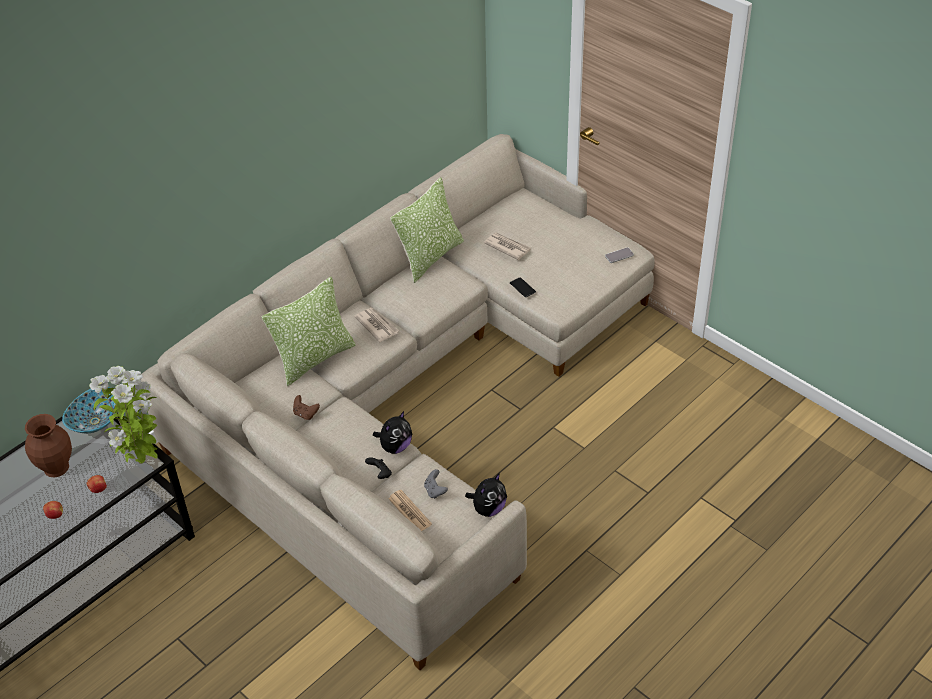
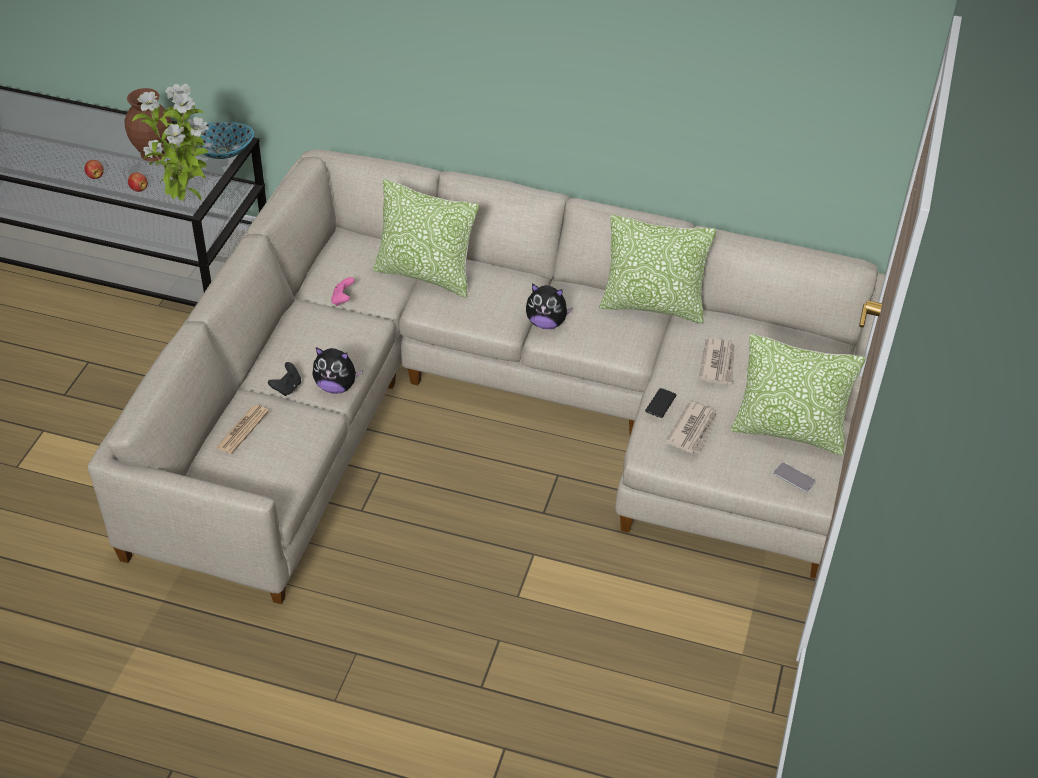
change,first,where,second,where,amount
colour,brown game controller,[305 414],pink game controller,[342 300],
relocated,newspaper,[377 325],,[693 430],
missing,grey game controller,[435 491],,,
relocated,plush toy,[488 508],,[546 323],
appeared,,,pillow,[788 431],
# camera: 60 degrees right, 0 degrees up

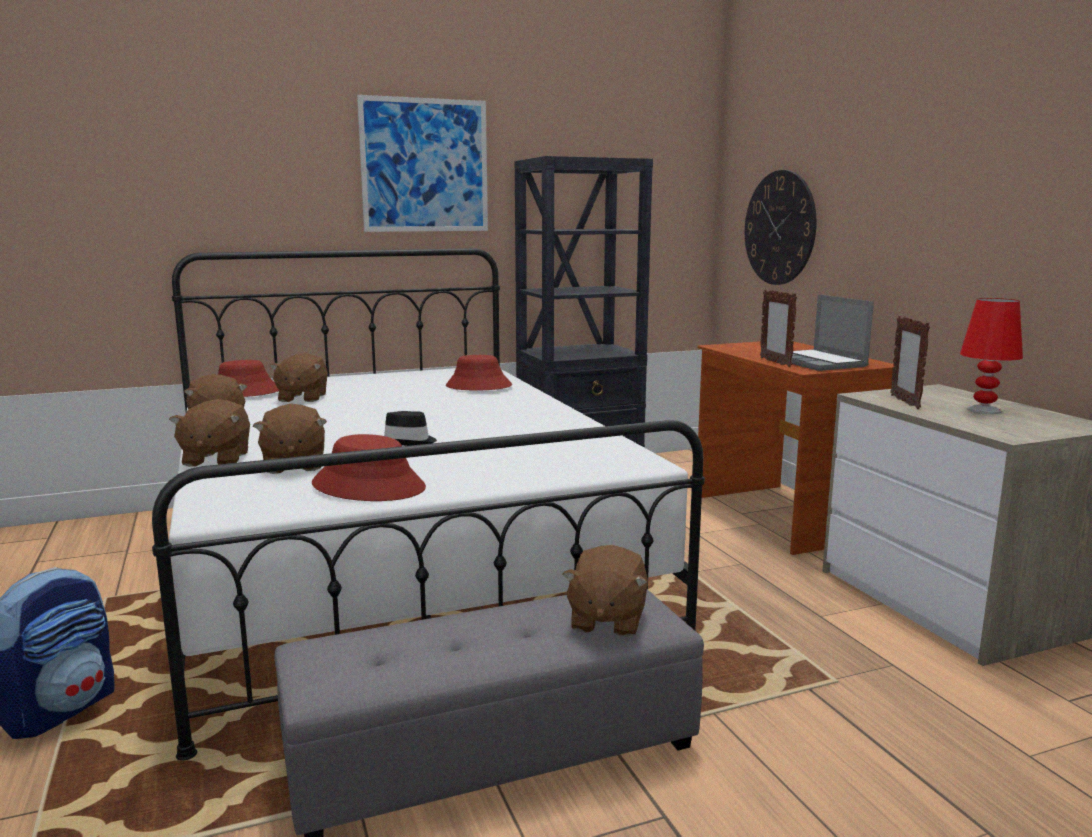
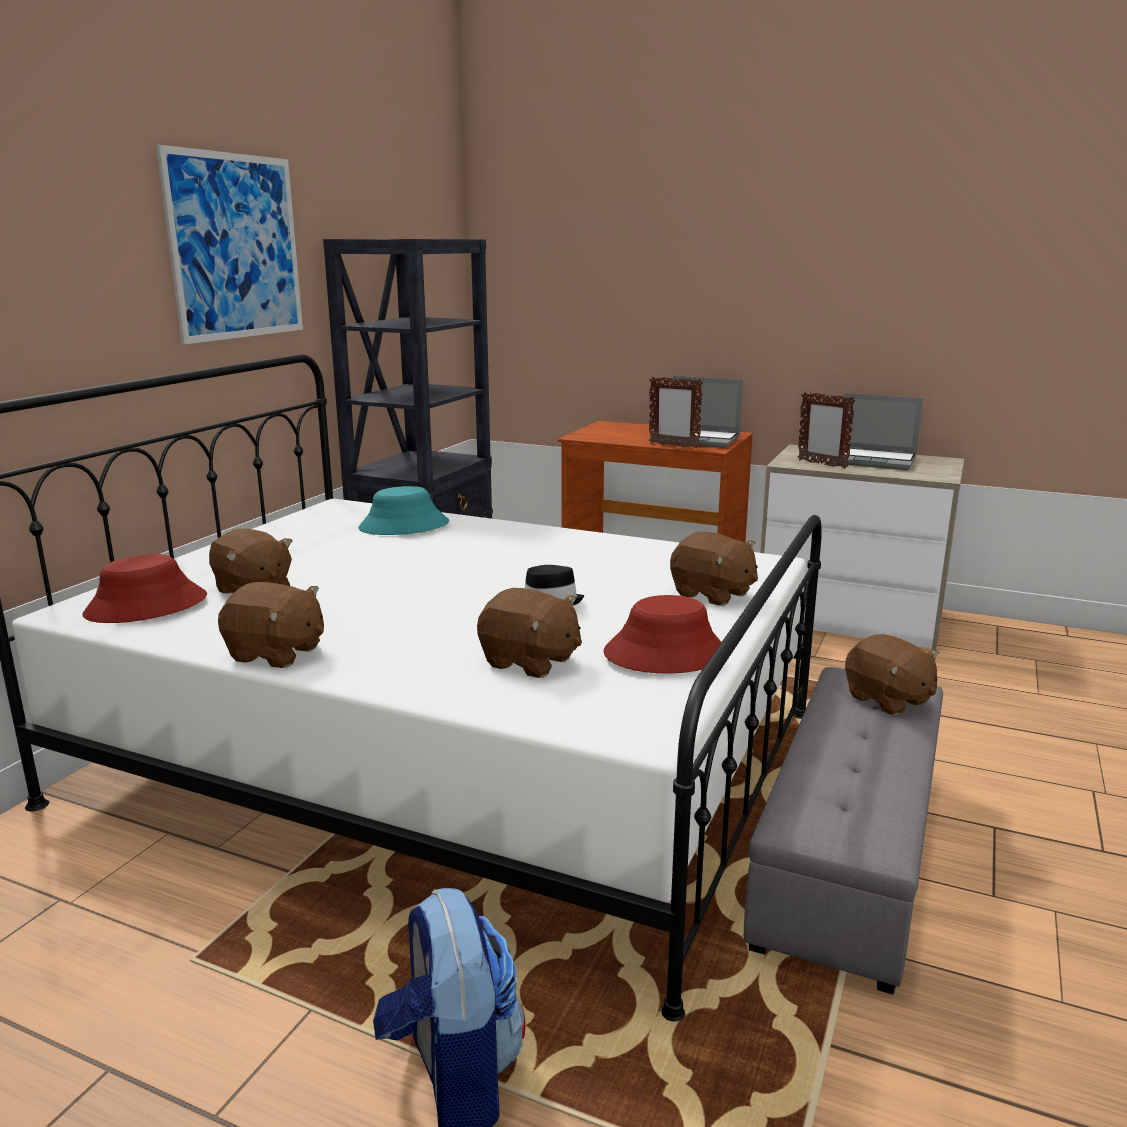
change,first,where,second,where,amount
relocated,brown plush toy,[215 459],,[712 594],
colour,red hat,[478 386],turquoise hat,[404 526],
missing,wall clock,[779 228],,,
exchanged,red table lamp,[984 410],laptop,[874 461],
# camera: 45 degrees left, 5 degrees up

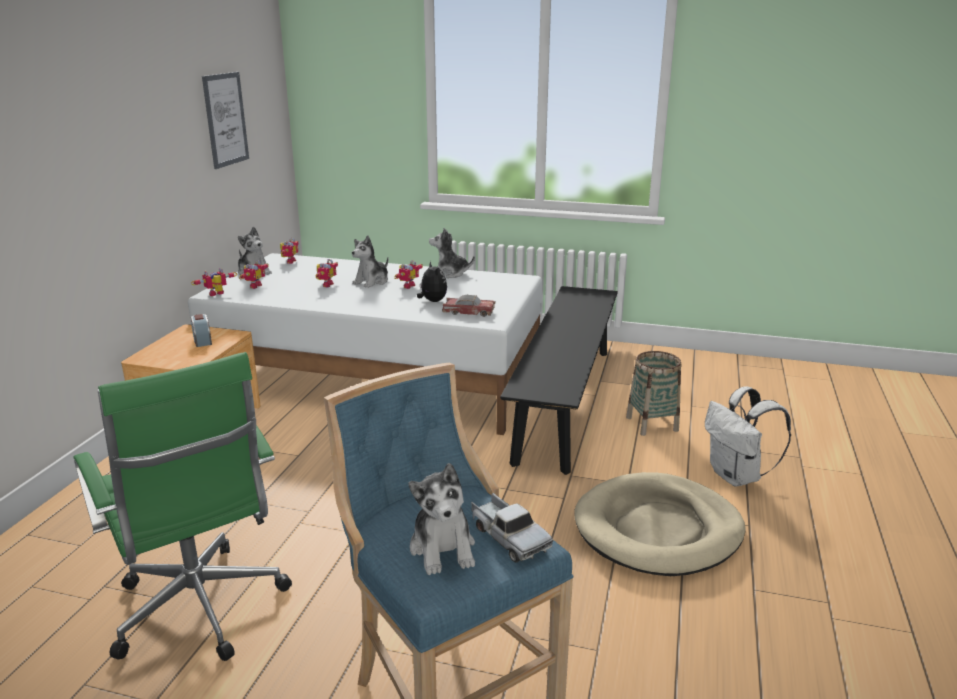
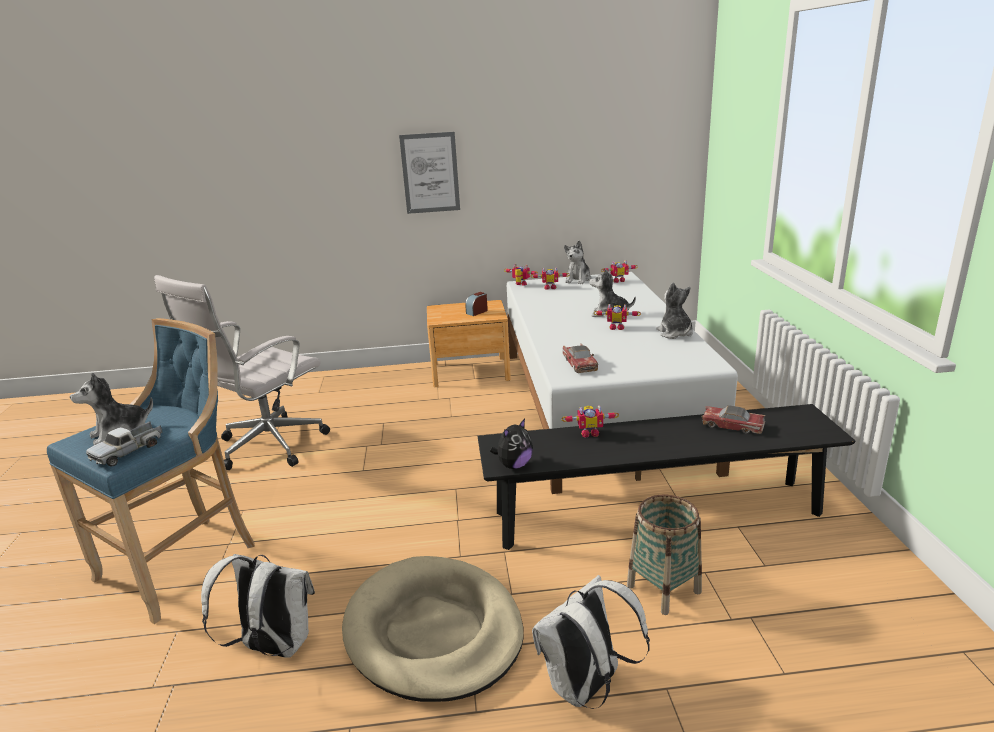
change,first,where,second,where,amount
colour,green office chair,[201 611],white office chair,[267 447],
relocated,picture,[225 119],,[430 173],
relocated,toy robot,[325 285],,[589 433],
relocated,plush toy,[432 301],,[514 465],
appeared,,,white backpack,[273 647],
appeared,,,toy car,[732 426],
# camera: 70 degrees right, 0 degrees up

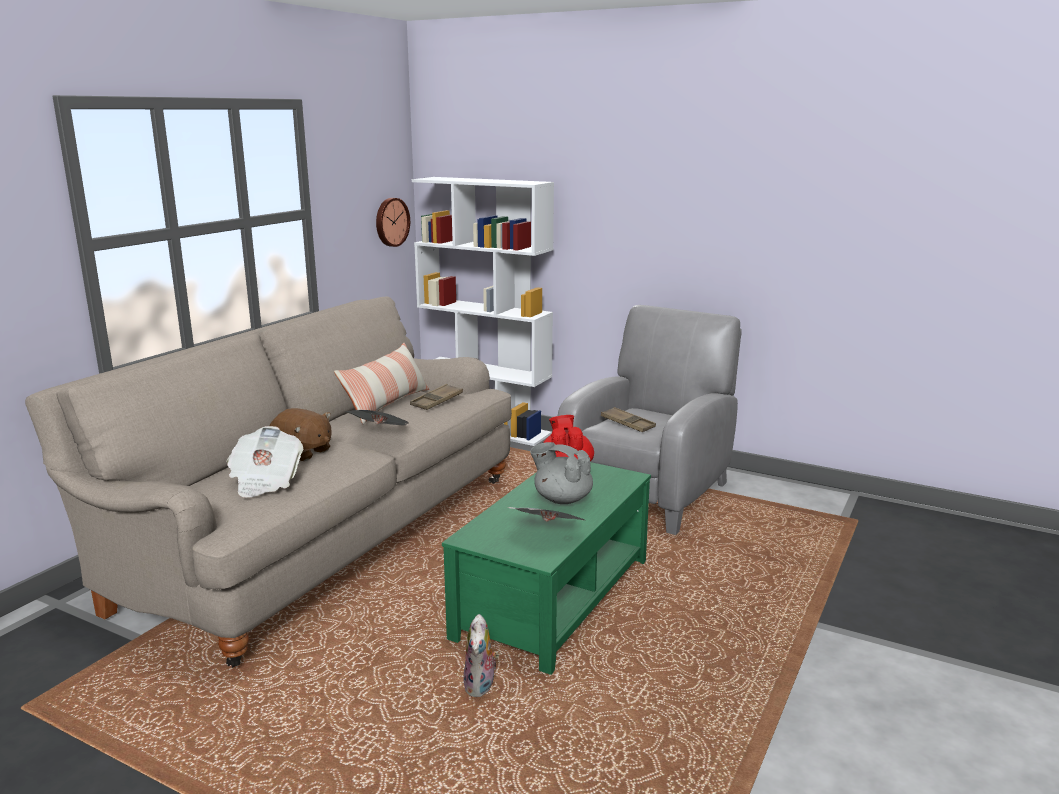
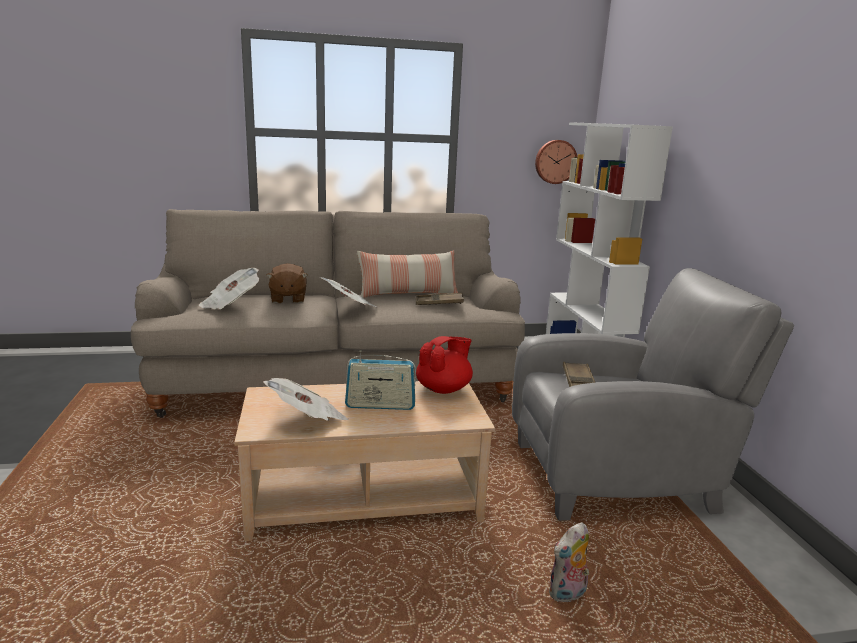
change,first,where,second,where,amount
colour,green coffee table,[552 597],beige coffee table,[364 496],
relocated,plush toy,[481 687],,[567 595],
exchanged,grey teapot,[562 499],radio,[380 405],
# camera: 50 degrees right, 0 degrees up

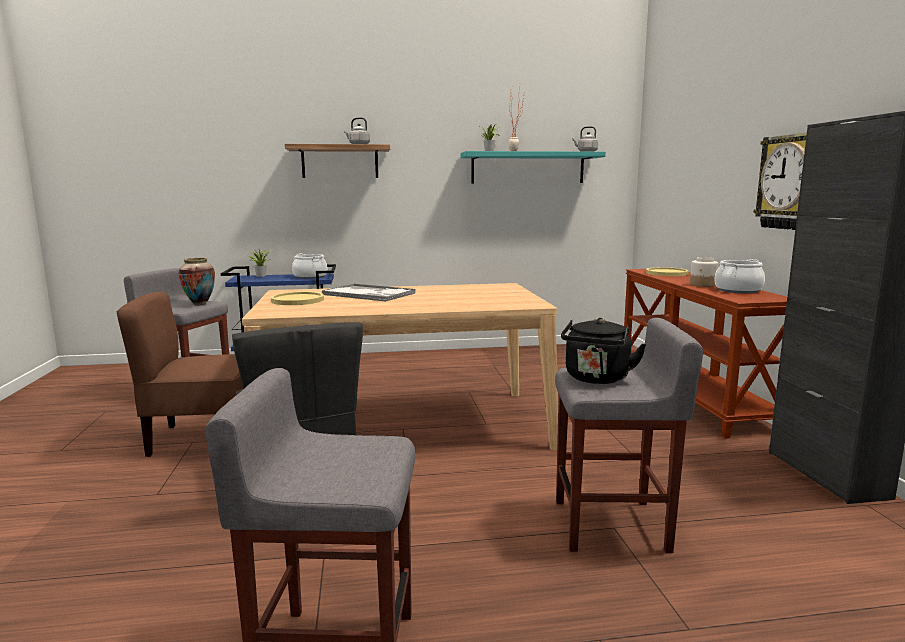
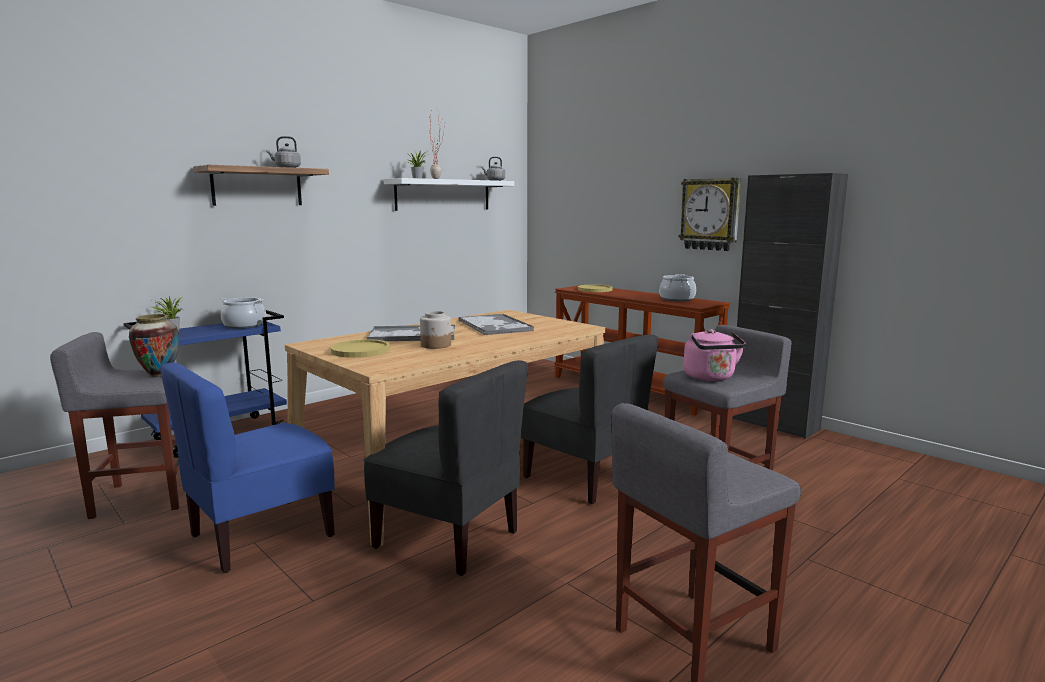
change,first,where,second,where,amount
colour,brown chair,[202 439],blue chair,[261 535],
colour,turquoise shelf,[528 168],white shelf,[443 195],
colour,black kettle,[596 379],pink kettle,[711 378],
relocated,jar,[703 285],,[436 345],
appeared,,,tray,[495 326],
appeared,,,grey chair,[584 478],
# camera: 35 degrees left, 0 degrees up

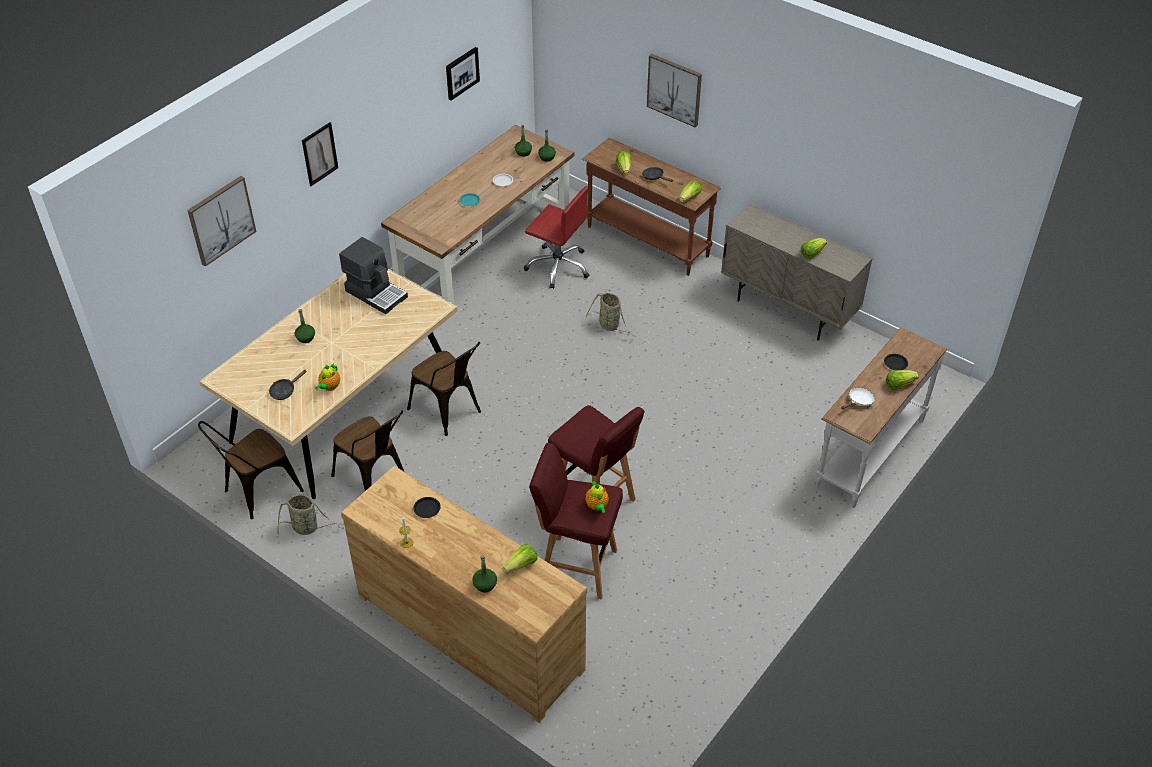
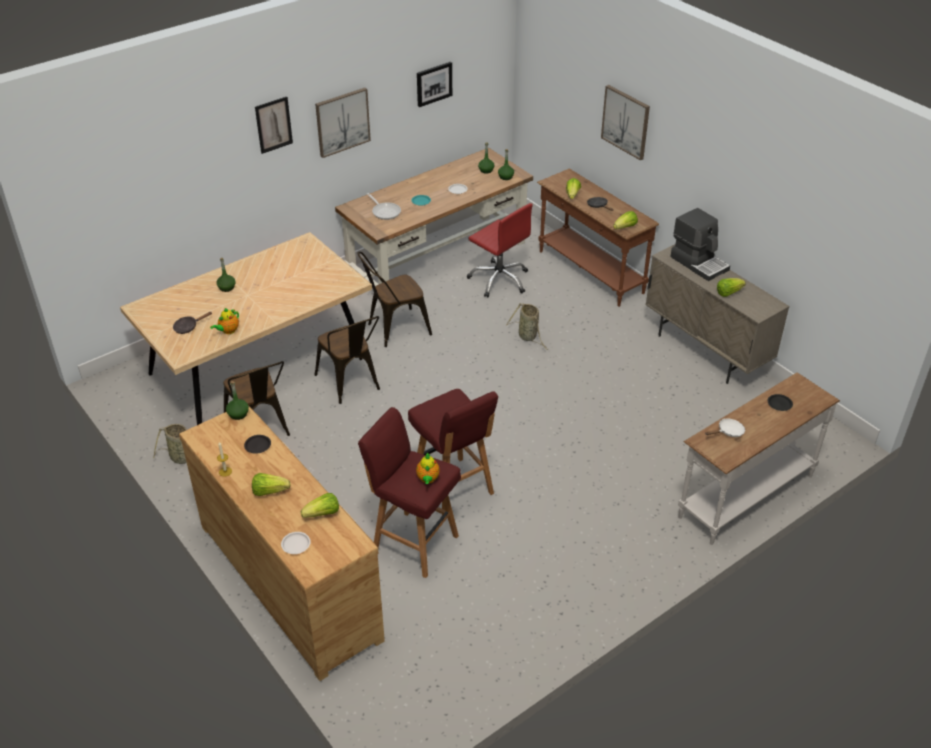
change,first,where,second,where,amount
relocated,picture,[221 220],,[342 122],
relocated,brown chair,[257 492],,[394 329],
relocated,coffee machine,[376 293],,[699 263],
relocated,green bottle,[485 584],,[238 414],
relocated,lettuce,[899 385],,[269 491],
appeared,,,white plate,[296 544],
appeared,,,frying pan,[385 211],
# camera: 15 degrees right, 5 degrees down

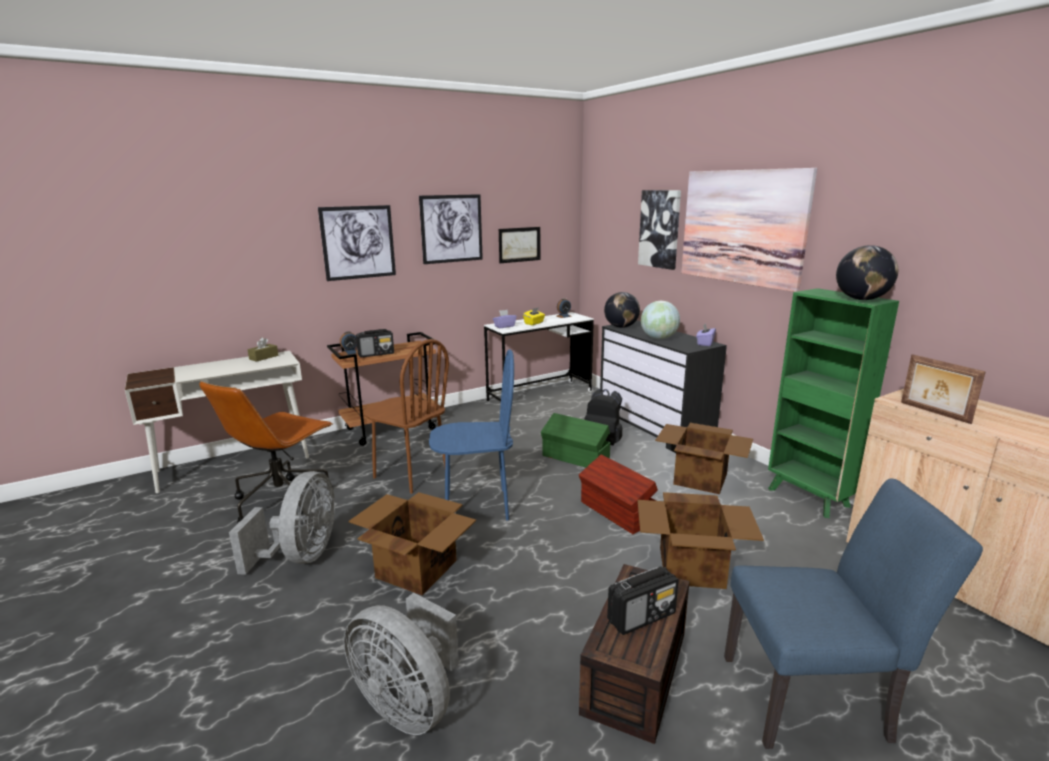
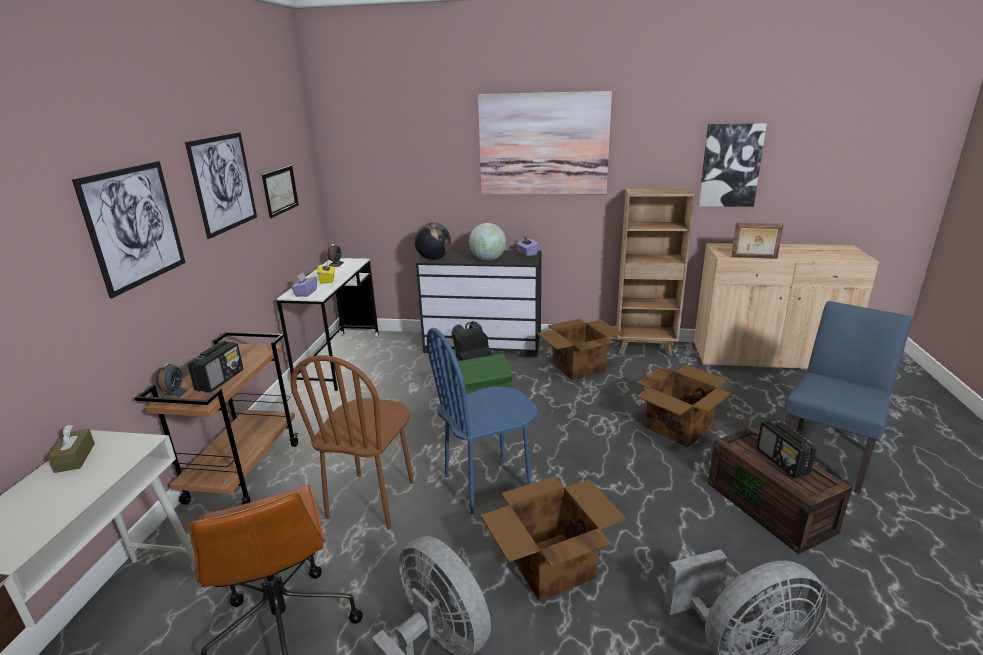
change,first,where,second,where,amount
spun,brown chair,[410 475],,[372 500],120 degrees clockwise
spun,blue chair,[476 506],,[487 483],150 degrees counterclockwise
missing,brown storage box,[617 512],,,
spun,radio,[642 616],,[782 462],150 degrees clockwise
relocated,picture,[660 229],,[730 165],
colour,green bookcase,[809 498],brown bookcase,[645 348],
missing,globe,[861 299],,,
# camera: 50 degrees left, 5 degrees up

